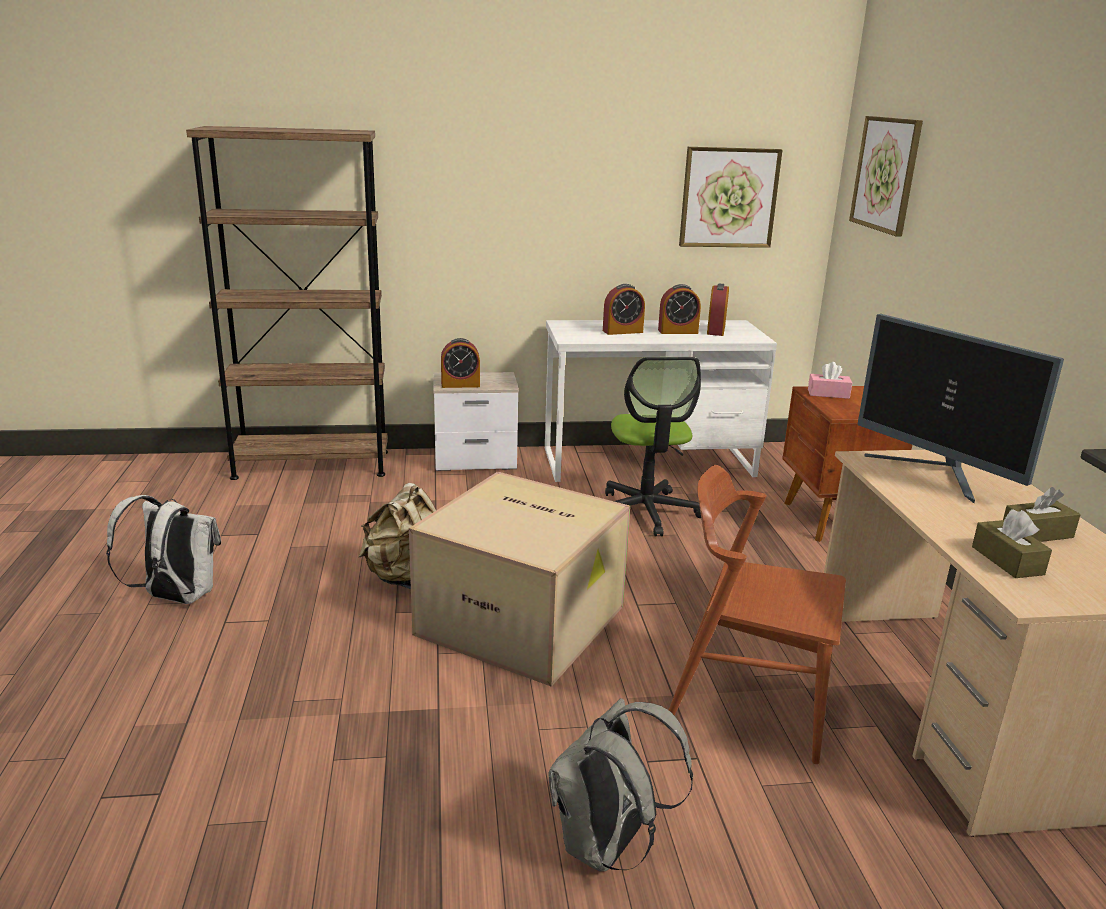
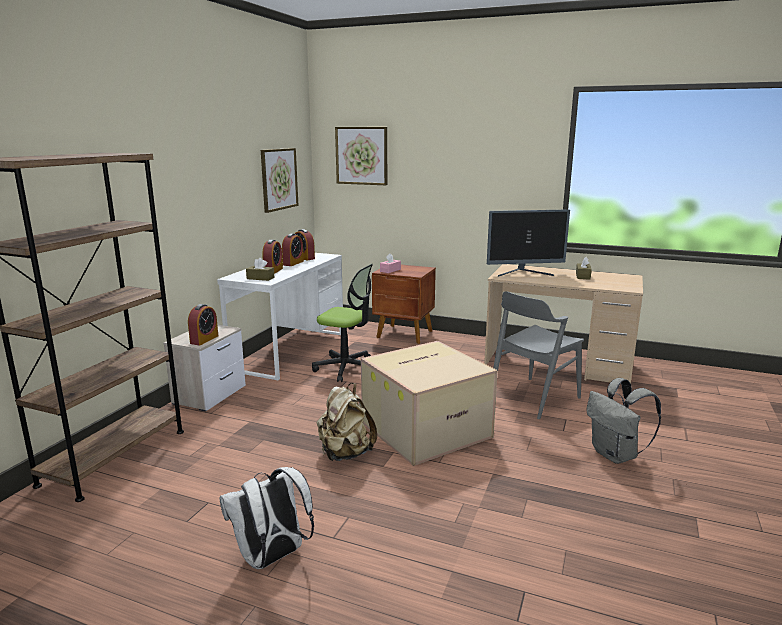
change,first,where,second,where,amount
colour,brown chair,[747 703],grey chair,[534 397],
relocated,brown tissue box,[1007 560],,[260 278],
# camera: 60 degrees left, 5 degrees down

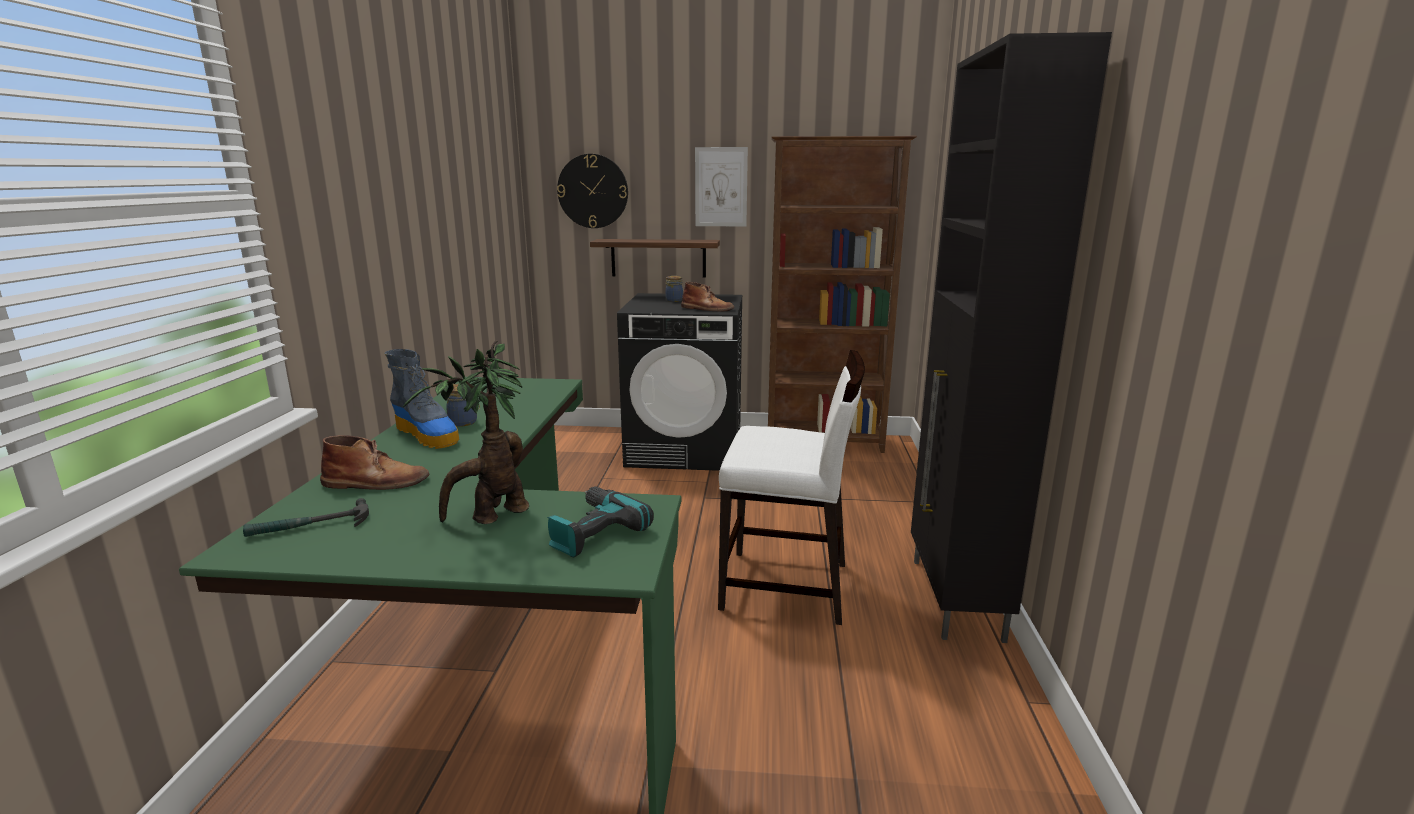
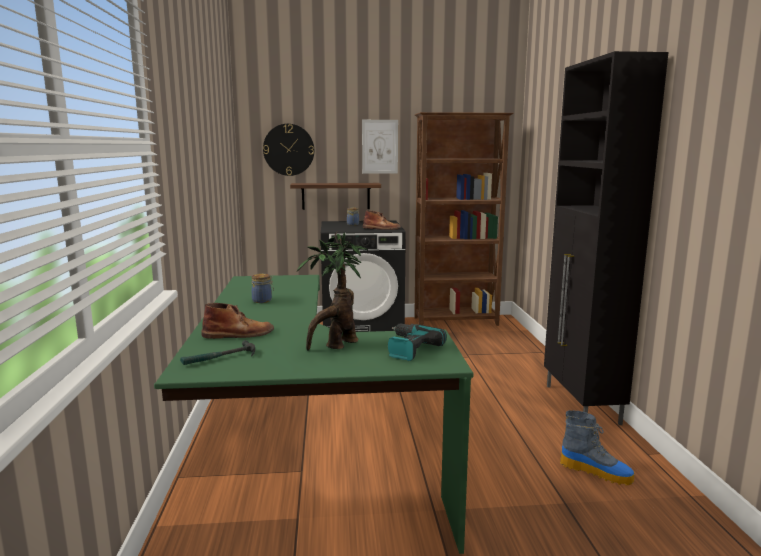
change,first,where,second,where,amount
relocated,boot,[428 435],,[596 472],
missing,white chair,[786 586],,,
# camera: 10 degrees left, 5 degrees down

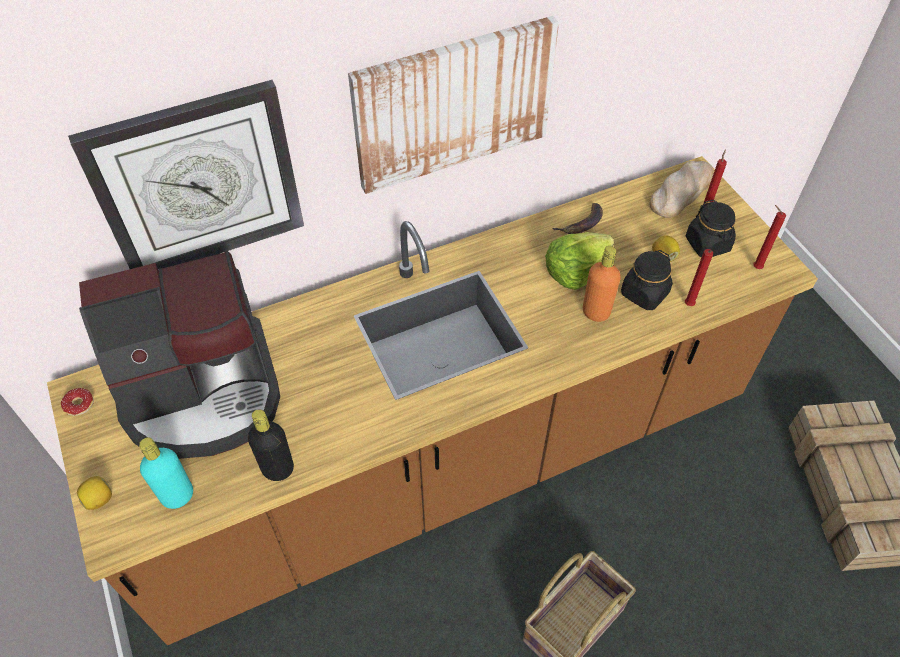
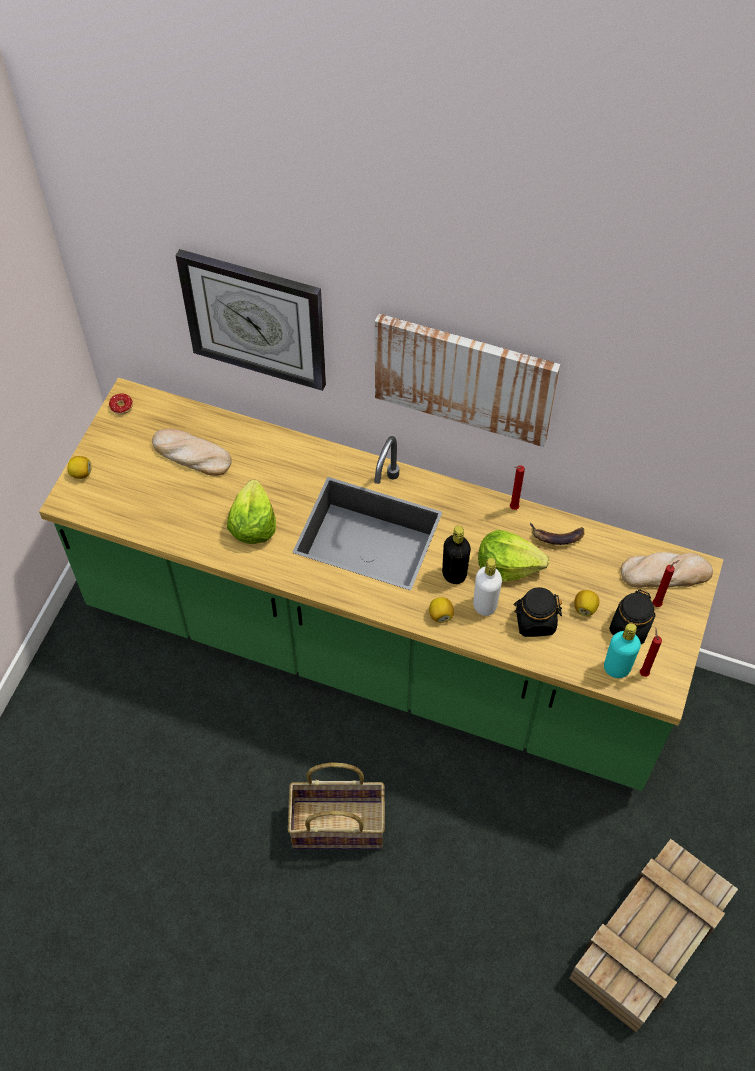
change,first,where,second,where,amount
colour,brown counter,[450 459],green counter,[377 646],
exchanged,coffee machine,[202 393],bread,[191 454],
relocated,turquoise bottle,[177 495],,[616 668],
relocated,black bottle,[278 469],,[454 574],
colour,orange bottle,[596 312],white bottle,[485 605],
relocated,red candle,[688 306],,[512 508],
appeared,,,lettuce,[252 524],
appeared,,,lemon,[440 615],
# camera: 45 degrees right, 5 degrees up

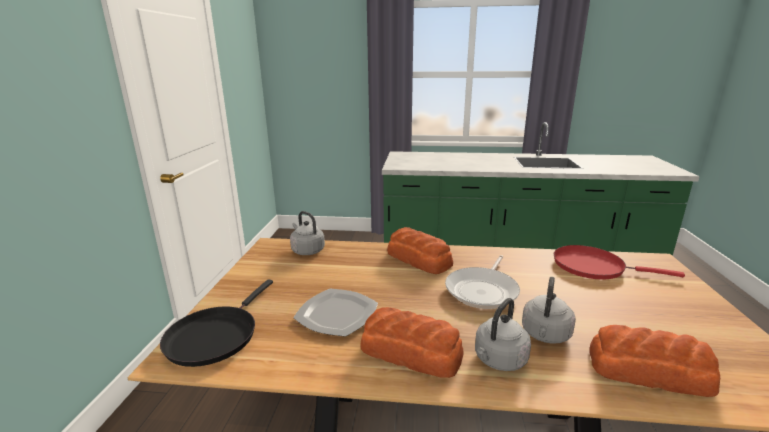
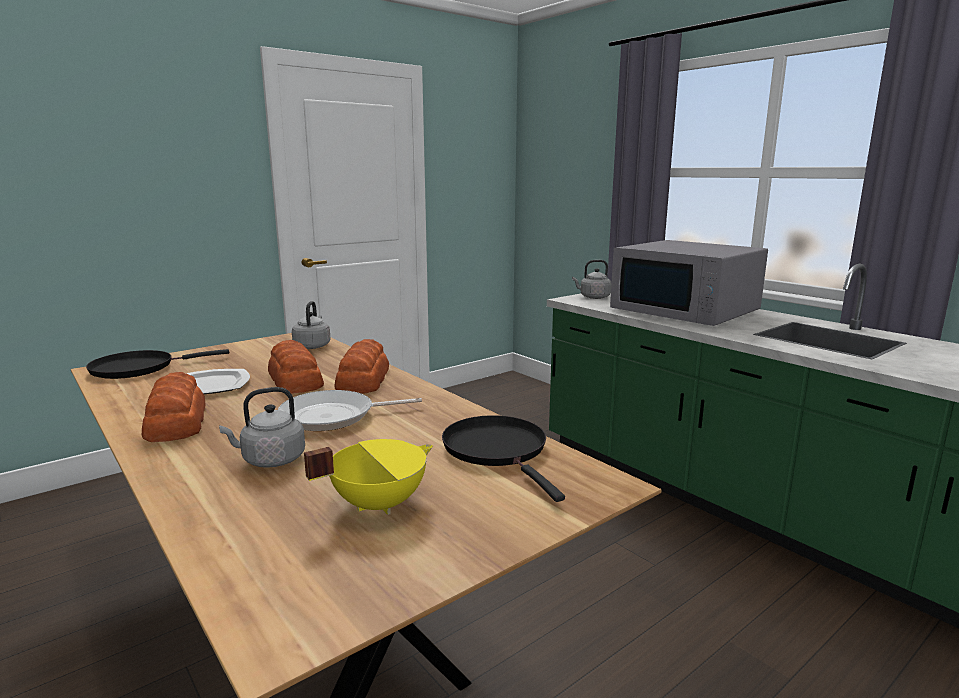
change,first,where,second,where,amount
relocated,grey kettle,[498 360],,[593 297],
colour,red frying pan,[593 267],black frying pan,[498 450],
relocated,bread,[650 372],,[294 380],
appeared,,,yellow cooking pot,[378 503],
appeared,,,grey microwave,[685 311],
# camera: 45 degrees right, 5 degrees down

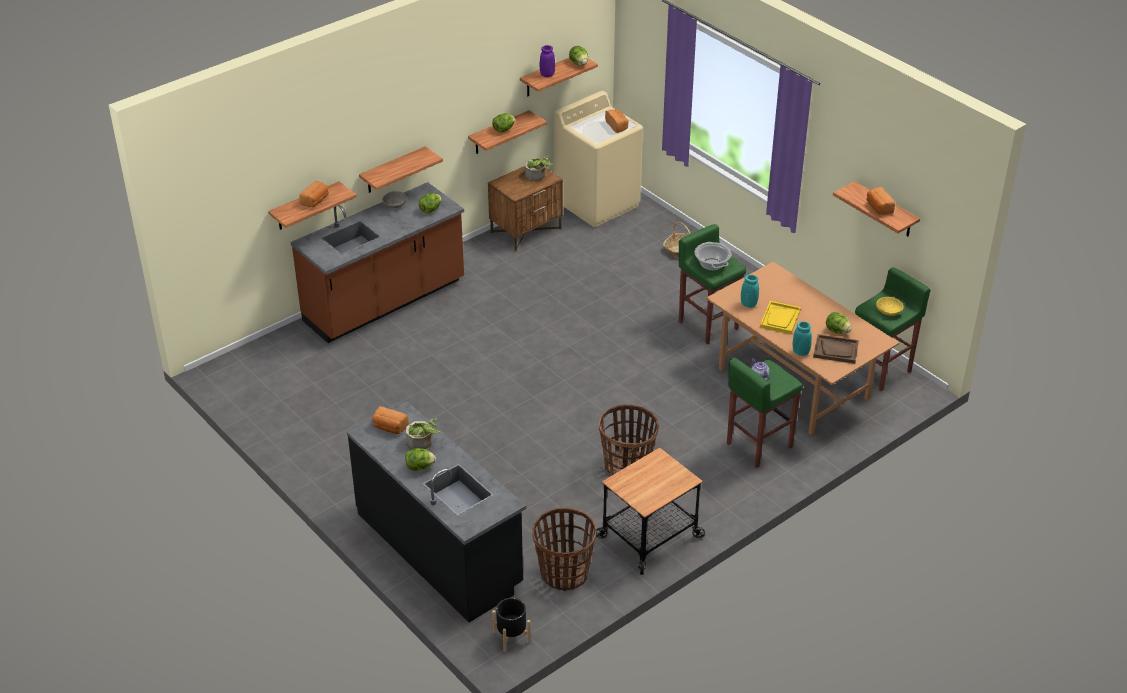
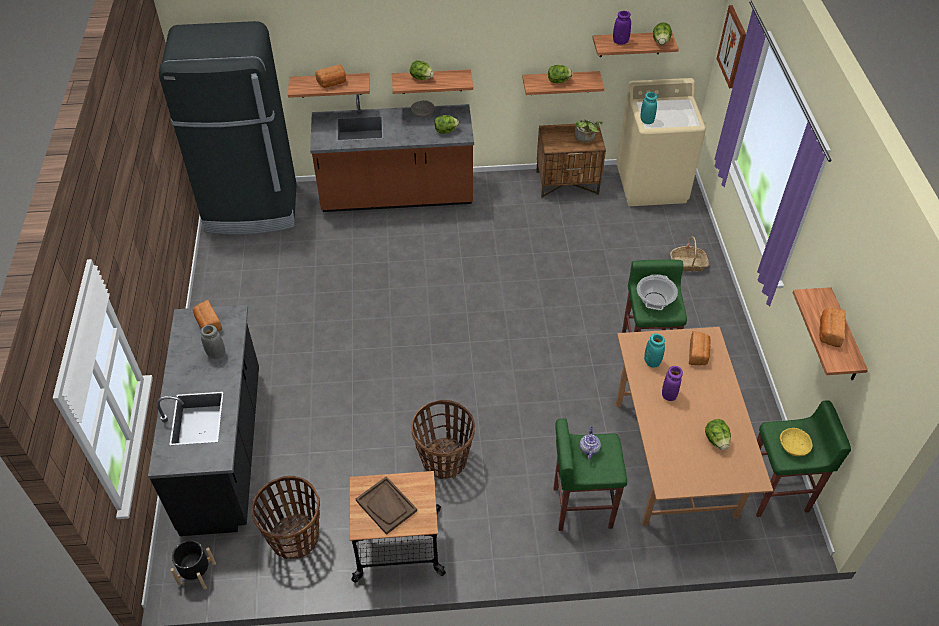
change,first,where,second,where,amount
relocated,lettuce,[419 467],,[421 78],
exchanged,potted plant,[422 443],grey vase,[216 354],
relocated,bread,[617 126],,[698 354],
exchanged,yellow tray,[780 319],purple vase,[669 394],
relocated,turquoise vase,[800 352],,[646 121],
relocated,brown tray,[836 350],,[386 506],
appeared,,,black fridge,[252 209],
appeared,,,picture,[732 46],
# camera: 35 degrees right, 10 degrees up

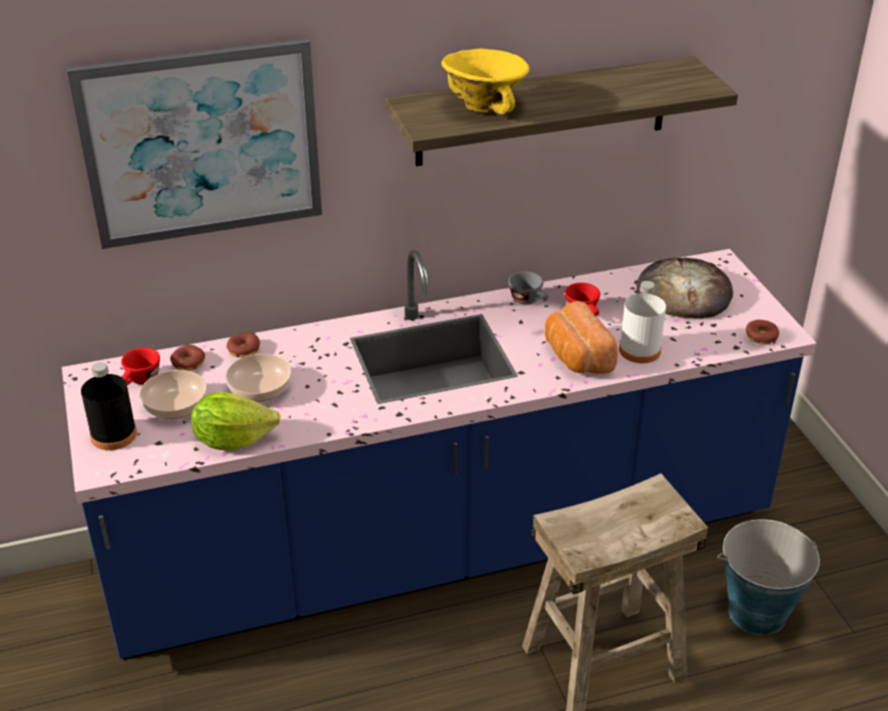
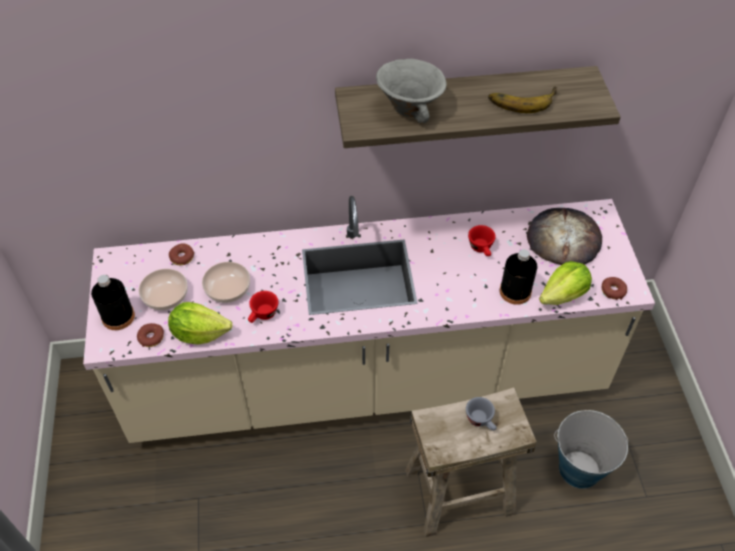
change,first,where,second,where,amount
colour,blue counter,[444 549],beige counter,[367 381],
missing,picture,[202 144],,,
relocated,red cup,[141 381],,[263 315],
relocated,donut,[244 350],,[151 338],
colour,yellow bowl,[485 106],grey bowl,[410 107],
relocated,grey cup,[529 301],,[481 421],
missing,bread,[576 357],,,
colour,white bottle,[639 350],black bottle,[515 291],
appeared,,,banana,[521 99],
appeared,,,lettuce,[563 295],
# camera: 10 degrees right, 15 degrees up

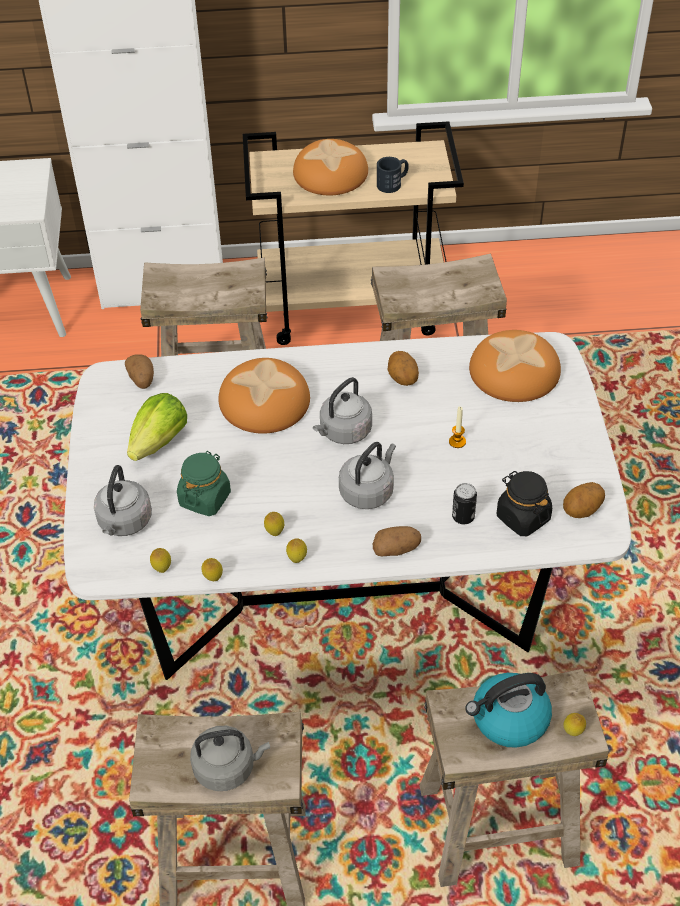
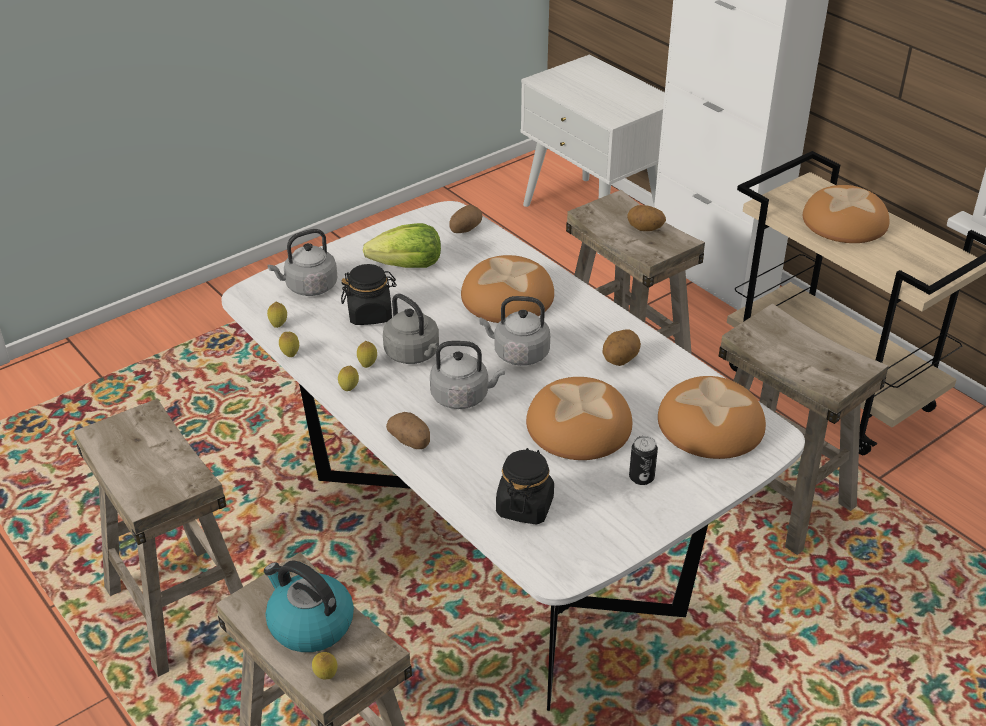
change,first,where,second,where,amount
colour,green jar,[205 498],black jar,[370 314],
relocated,grey kettle,[227 768],,[414 354],
missing,black mug,[393 183],,,
exchanged,candle,[457 442],bread,[578 425],
relocated,can,[463 517],,[641 477],
relocated,potato,[582 510],,[645 229],
# camera: 55 degrees right, 10 degrees down

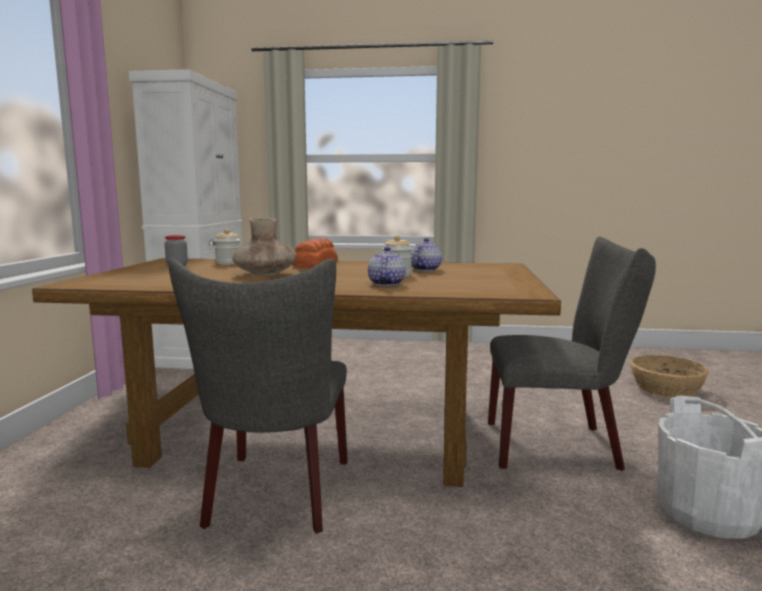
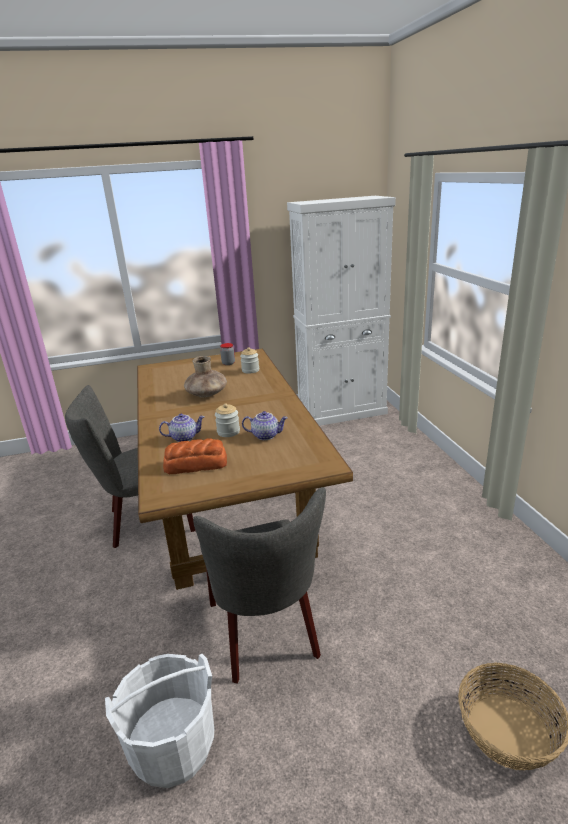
change,first,where,second,where,amount
relocated,bread,[315 264],,[195 464],
# camera: 70 degrees right, 15 degrees up

